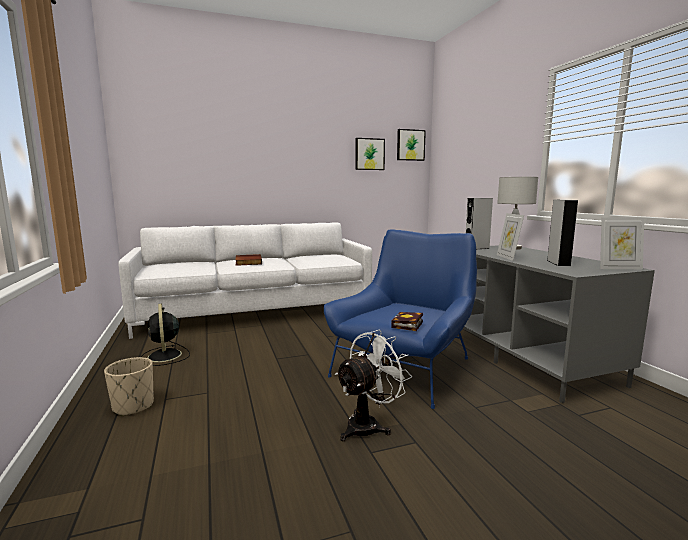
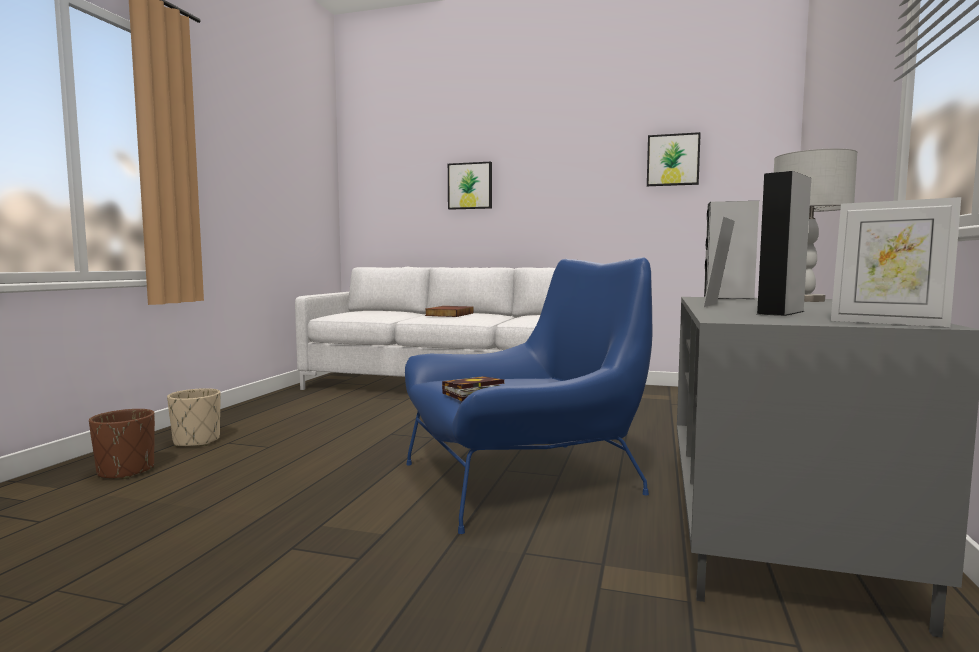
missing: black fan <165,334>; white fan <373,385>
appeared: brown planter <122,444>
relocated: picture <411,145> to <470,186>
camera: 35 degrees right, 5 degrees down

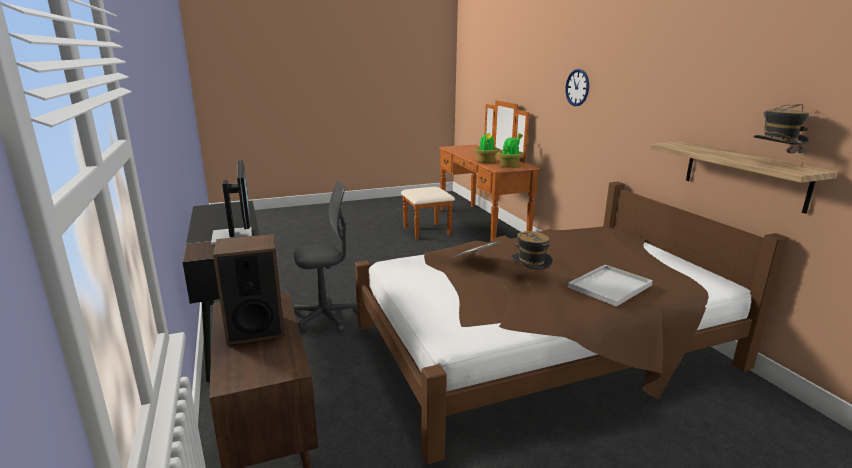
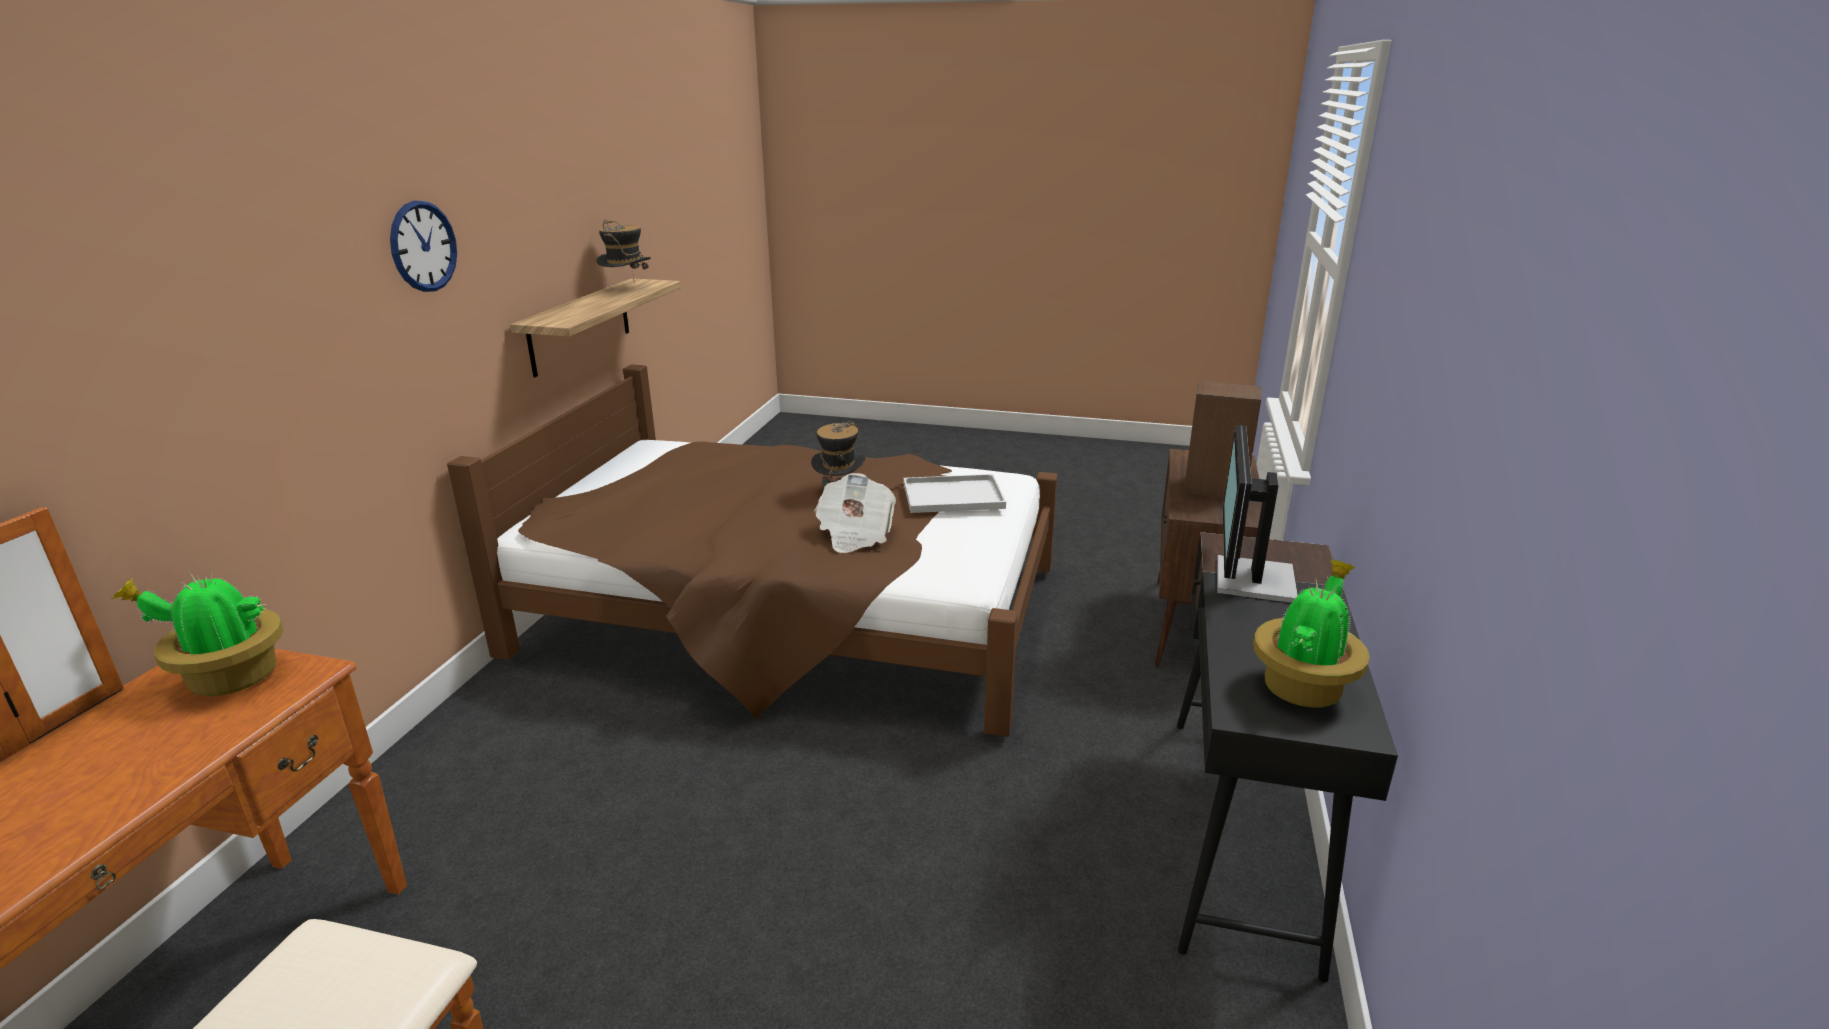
missing: grey office chair <325,257>
relocated: potted plant <487,147> to <1311,633>; wall clock <577,87> to <423,246>; white tray <610,286> to <954,493>
camera: 145 degrees left, 5 degrees up

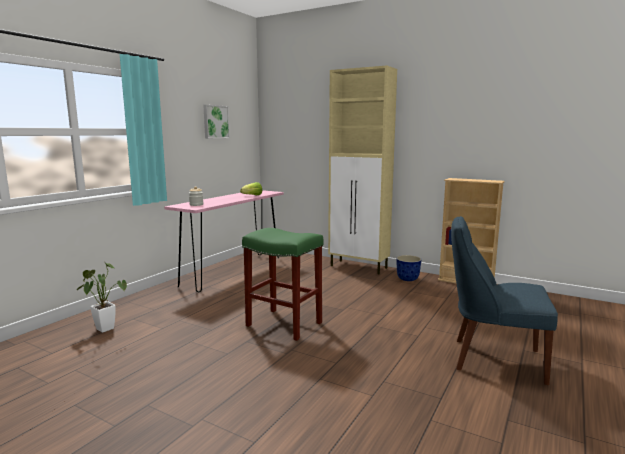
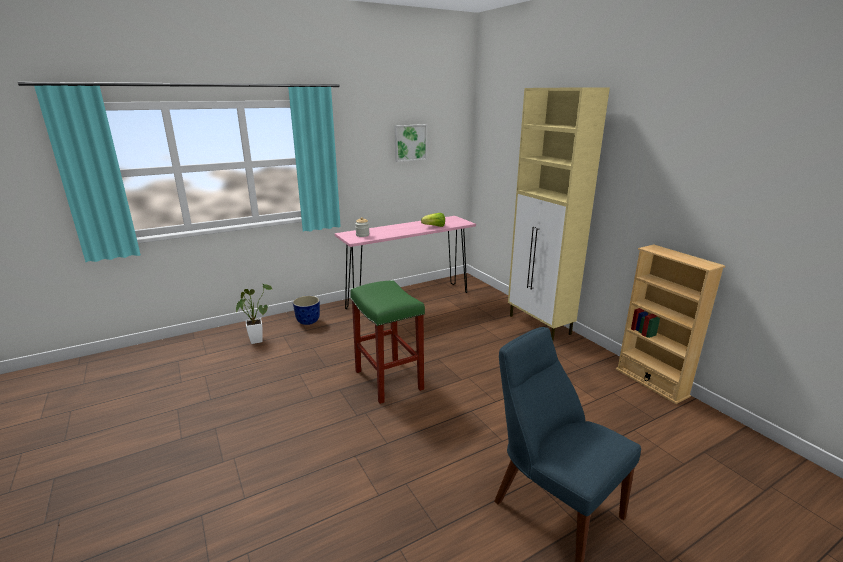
relocated: planter <409,268> to <306,310>
camera: 30 degrees right, 10 degrees up

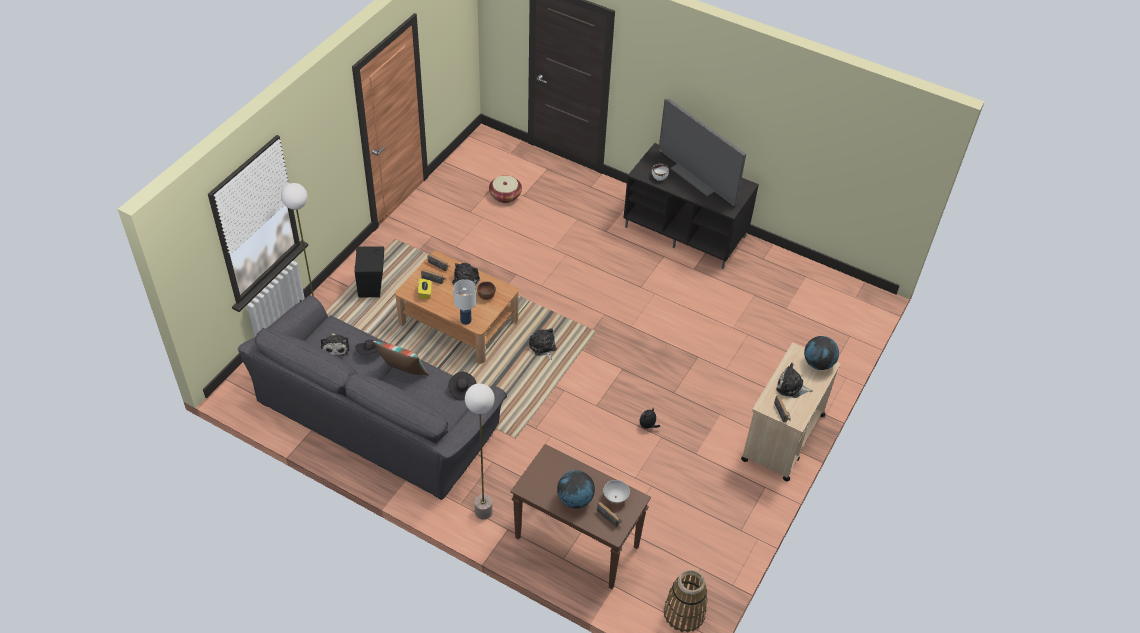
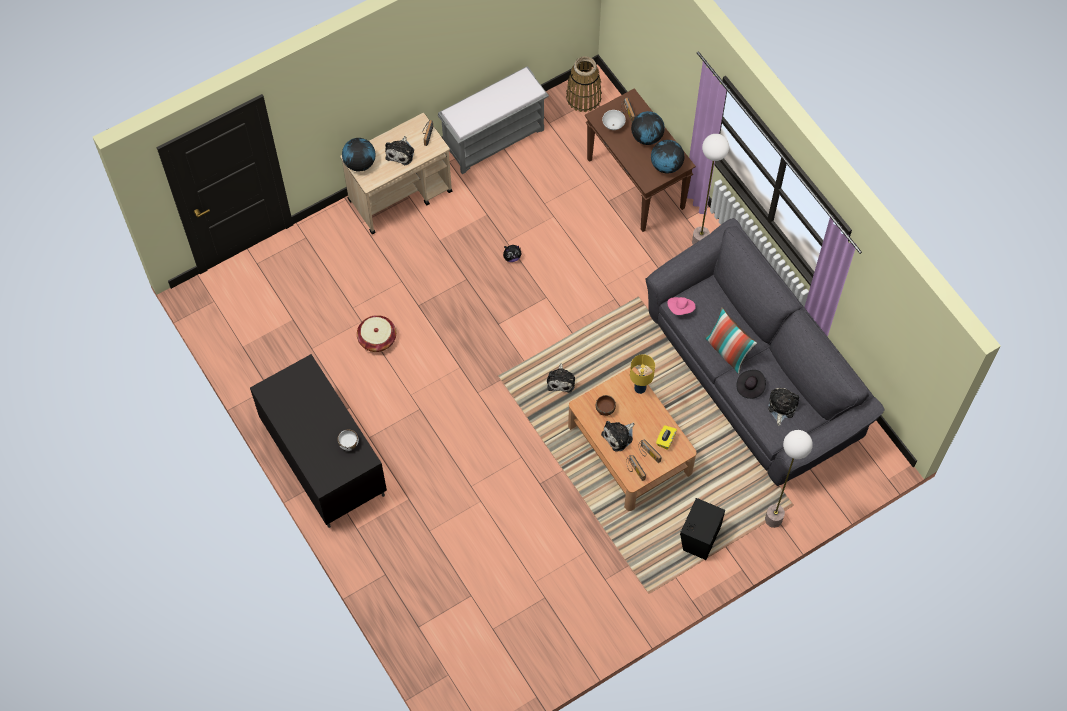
missing: television <702,152>
appeared: grey bench <493,120>; globe <667,157>
relocated: basket <505,189> to <376,333>
colour: black hat <462,386> to pink hat <681,306>; white table lamp <464,302> to yellow table lamp <642,374>
spun: plush toy <794,380> = <399,150> 60 degrees clockwise
camera: 150 degrees left, 15 degrees up

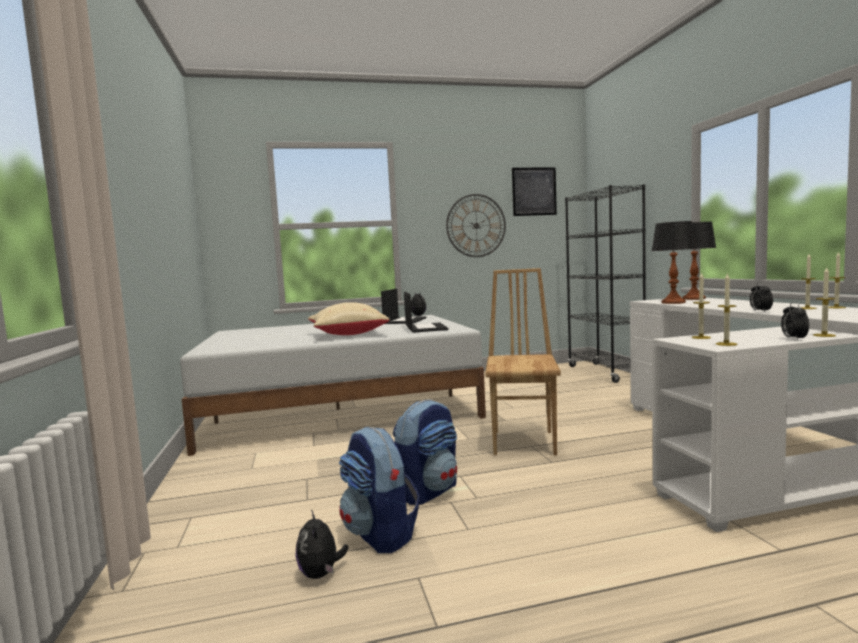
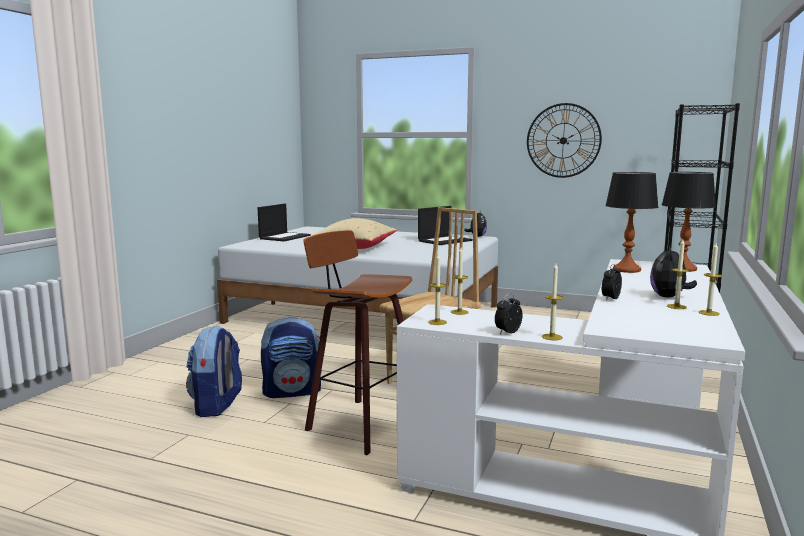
missing: picture <534,191>
appeared: stool <357,342>
relocated: plush toy <322,544> to <673,272>; laptop <426,312> to <284,222>
camera: 35 degrees right, 5 degrees up

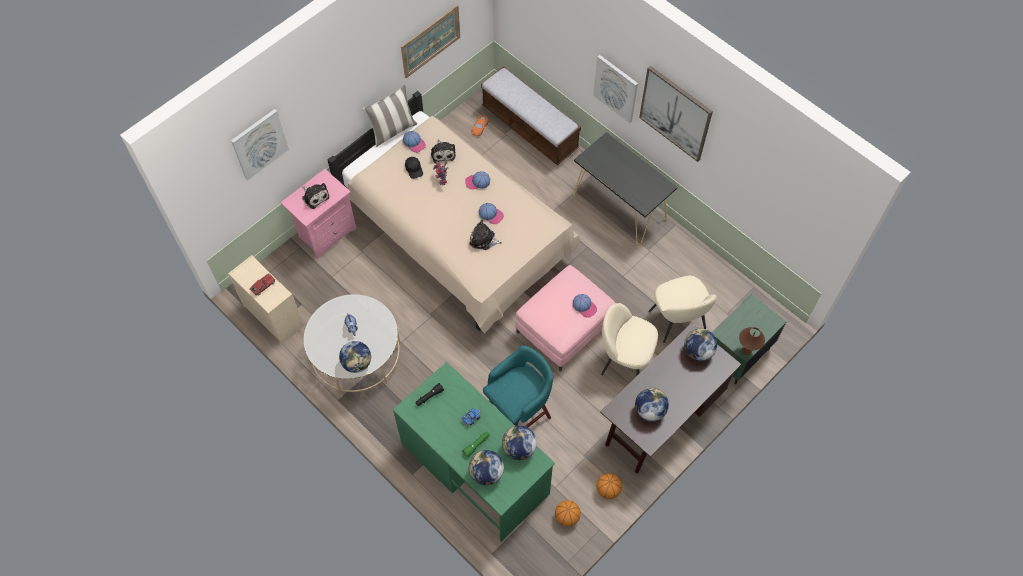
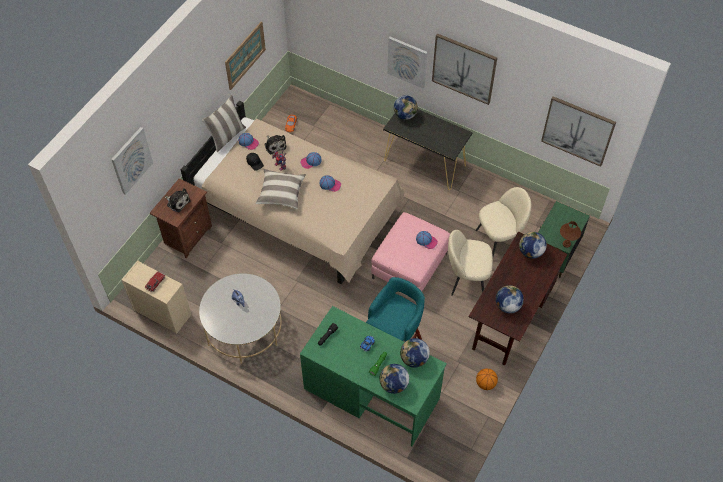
missing: plush toy <485,235>; bench <531,116>; basketball <568,513>
appeared: pillow <281,189>; picture <578,131>
relocated: globe <355,357> to <406,107>
colour: pink nightstand <318,214> to brown nightstand <181,218>
spun: beige chair <682,309> = <503,221> 75 degrees counterclockwise
camera: 15 degrees left, 5 degrees down

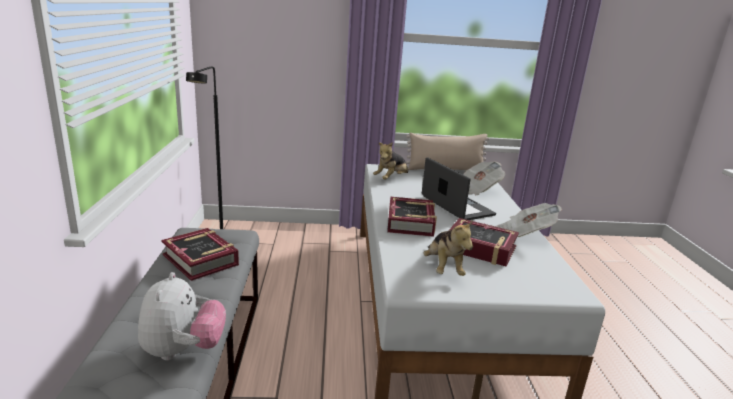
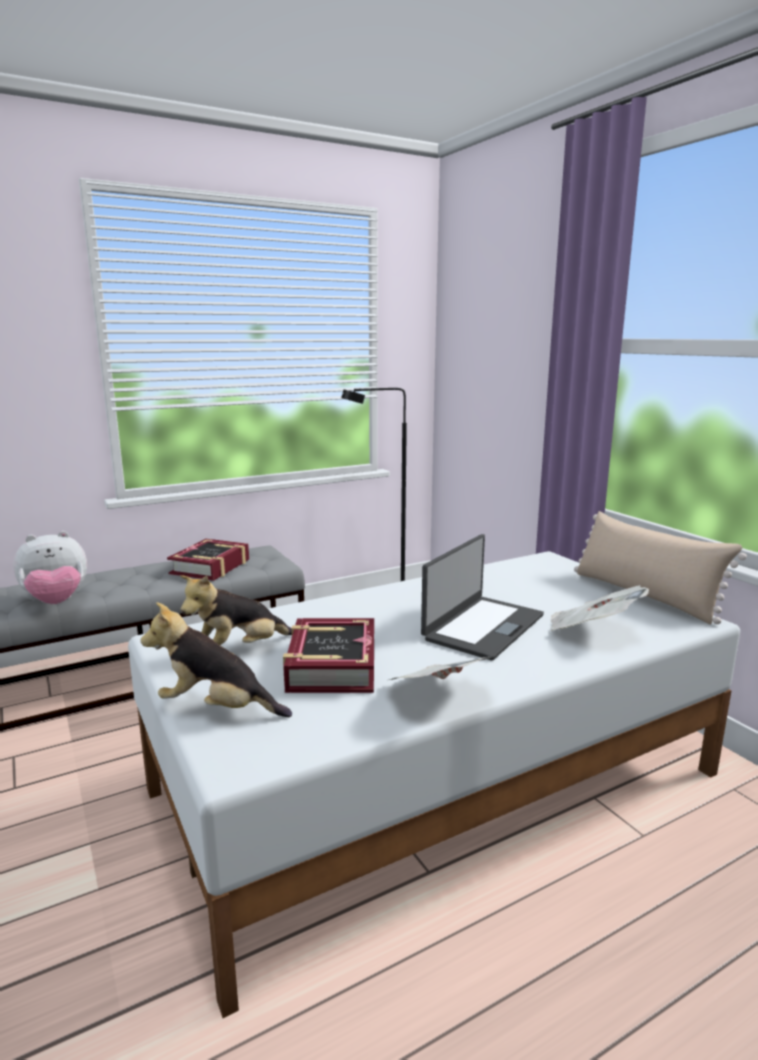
missing: book <412,217>
relocated: plush toy <390,161> to <216,659>
camera: 65 degrees right, 5 degrees down

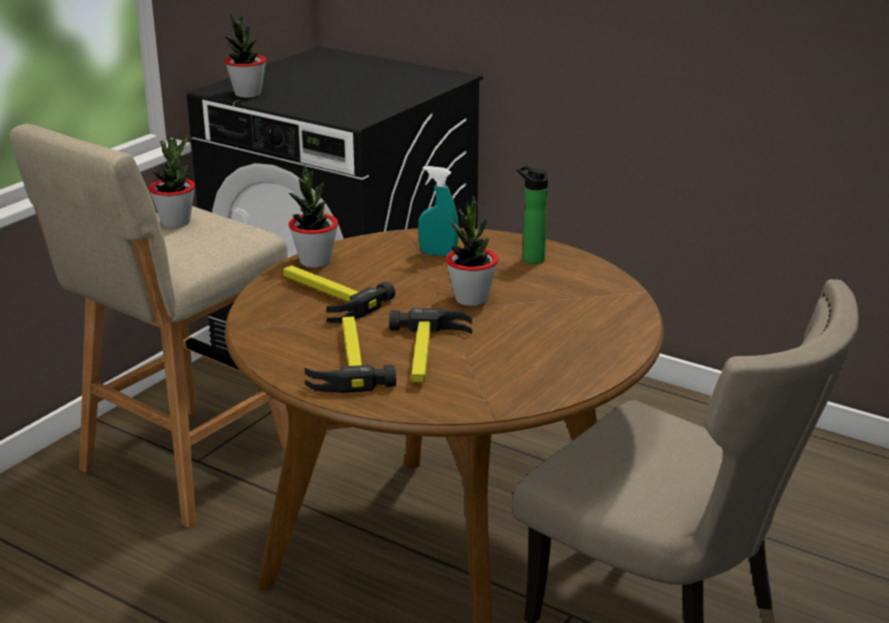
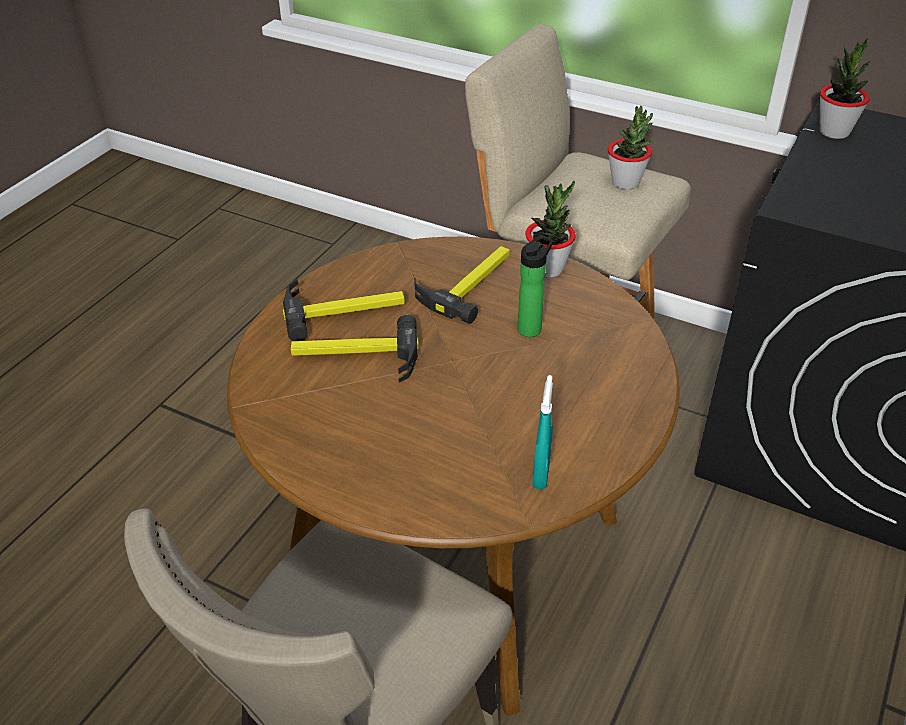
missing: potted plant <471,251>
relocated: turquoise spray bottle <438,211> to <542,432>; bottle <532,215> to <535,286>
camera: 85 degrees right, 15 degrees up

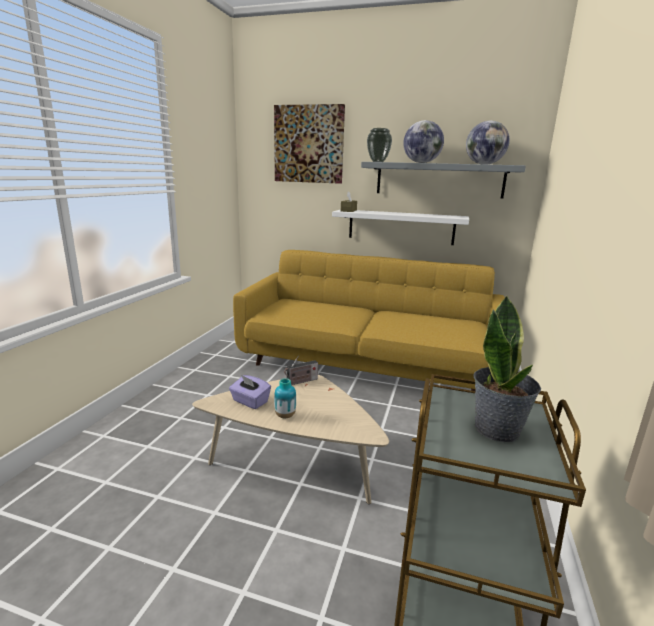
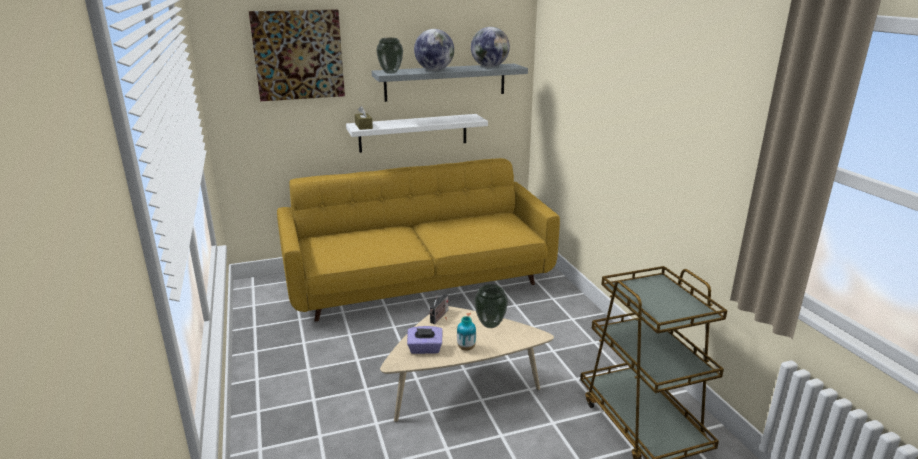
missing: potted plant <507,368>
appeared: vase <491,306>
camera: 35 degrees left, 5 degrees up

